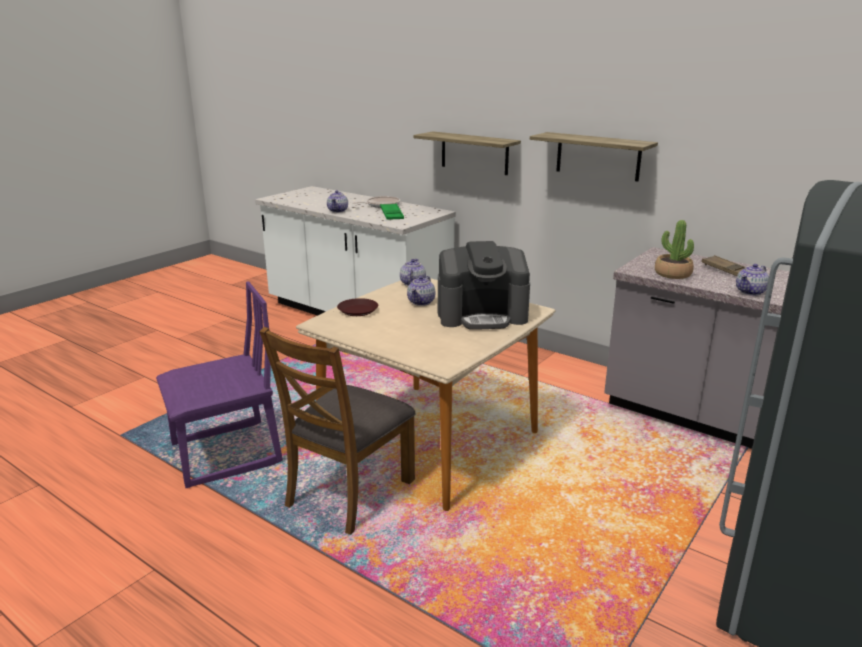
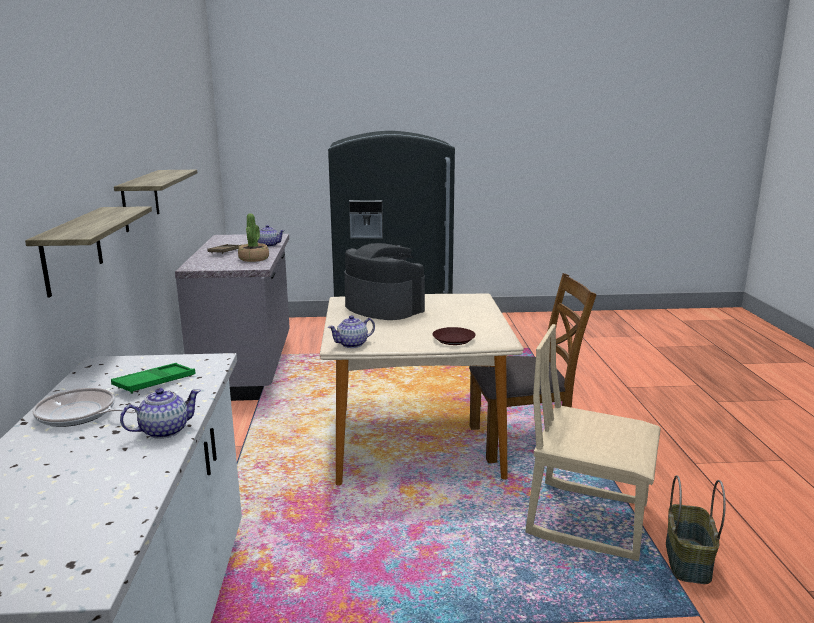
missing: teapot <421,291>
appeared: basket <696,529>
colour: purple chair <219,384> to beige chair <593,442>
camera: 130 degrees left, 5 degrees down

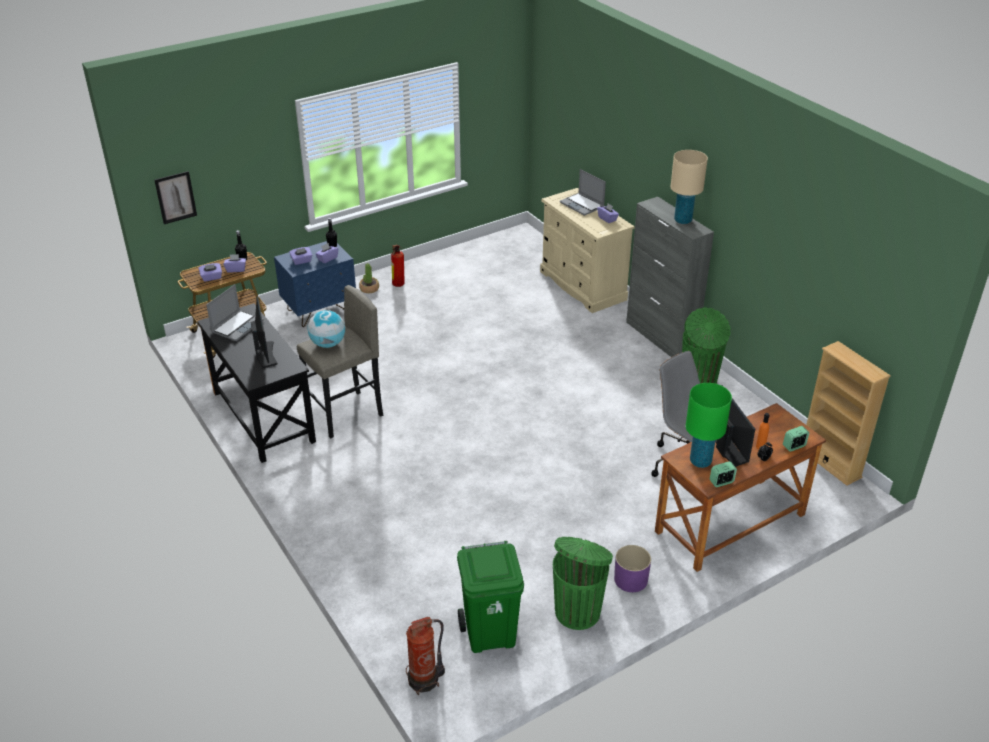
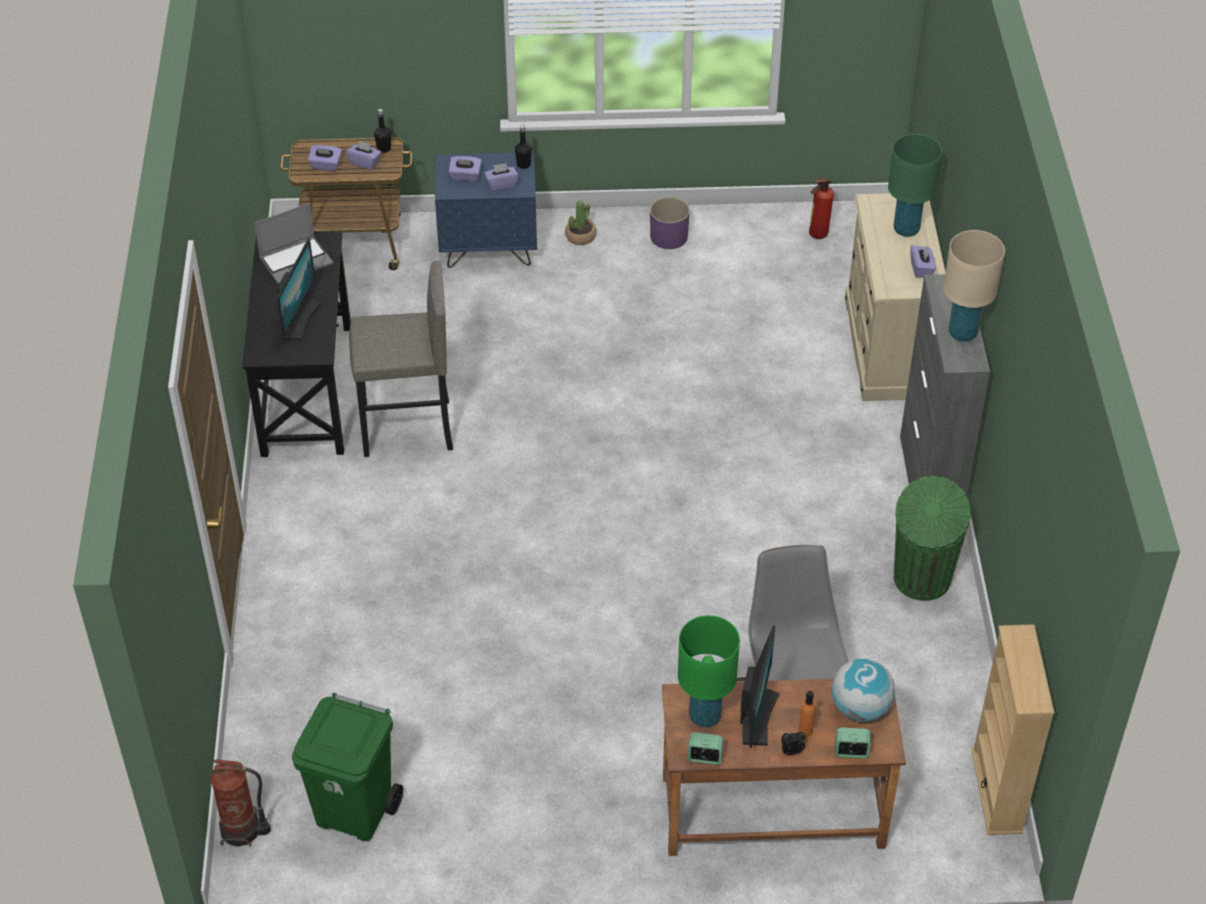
missing: picture <175,197>; green trash can <583,583>
relocated: globe <326,329> to <863,690>; fire extinguisher <398,266> to <821,209>; purple planter <632,568> to <670,223>
exchanged: laptop <583,192> to green table lamp <915,185>
camera: 30 degrees right, 10 degrees up

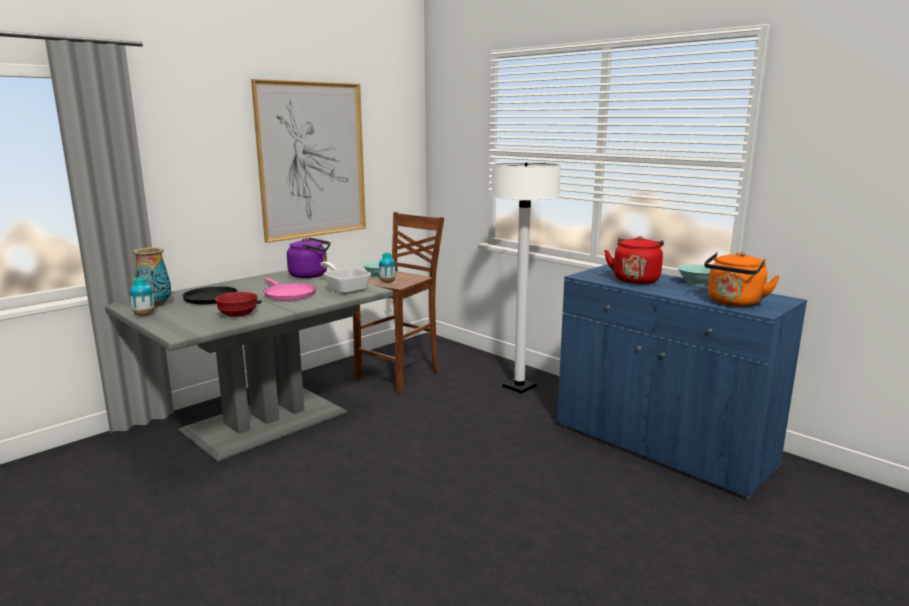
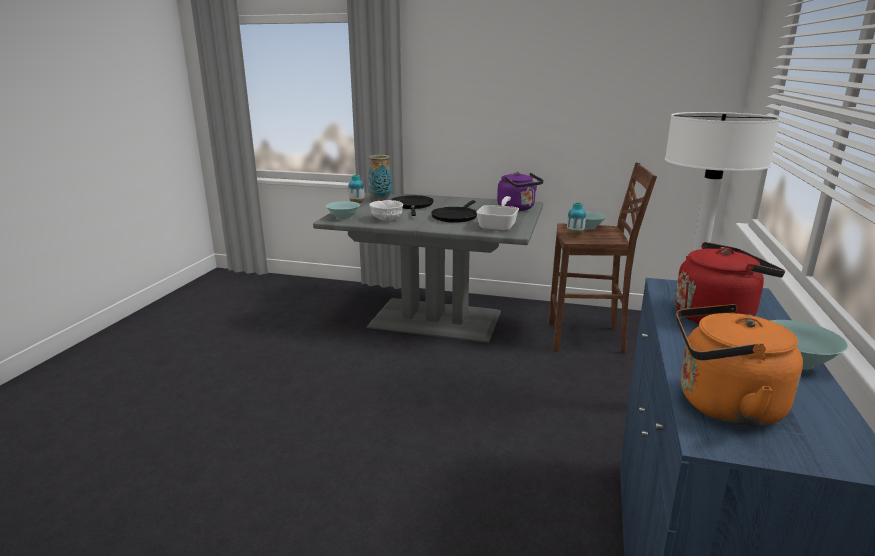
missing: picture <308,161>
appeared: turquoise bowl <343,210>
colour: red bowl <236,304> to white bowl <386,210>; pink frying pan <289,289> to black frying pan <454,211>
camera: 60 degrees right, 5 degrees up

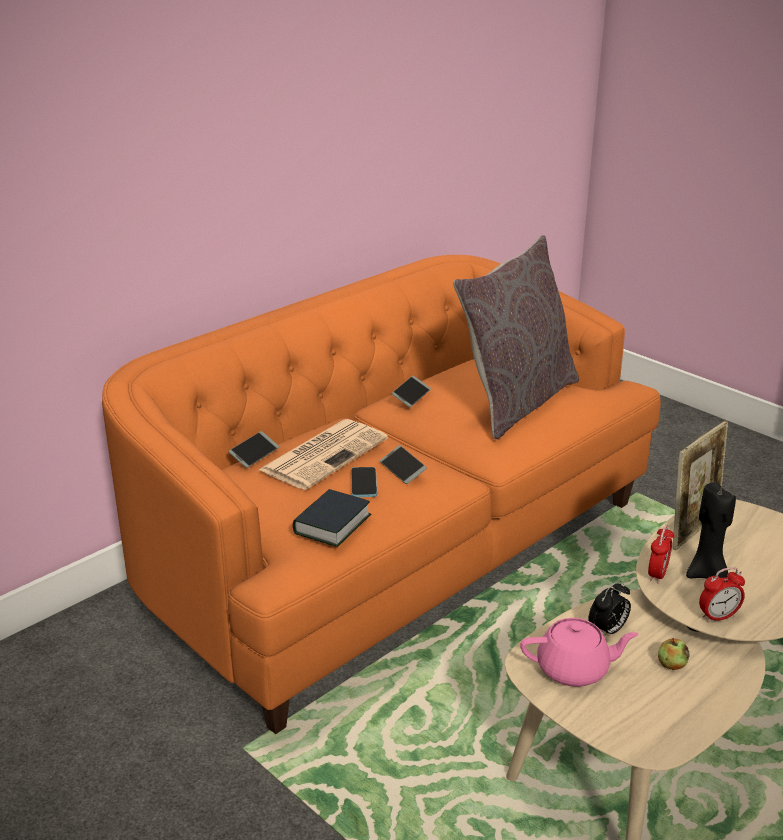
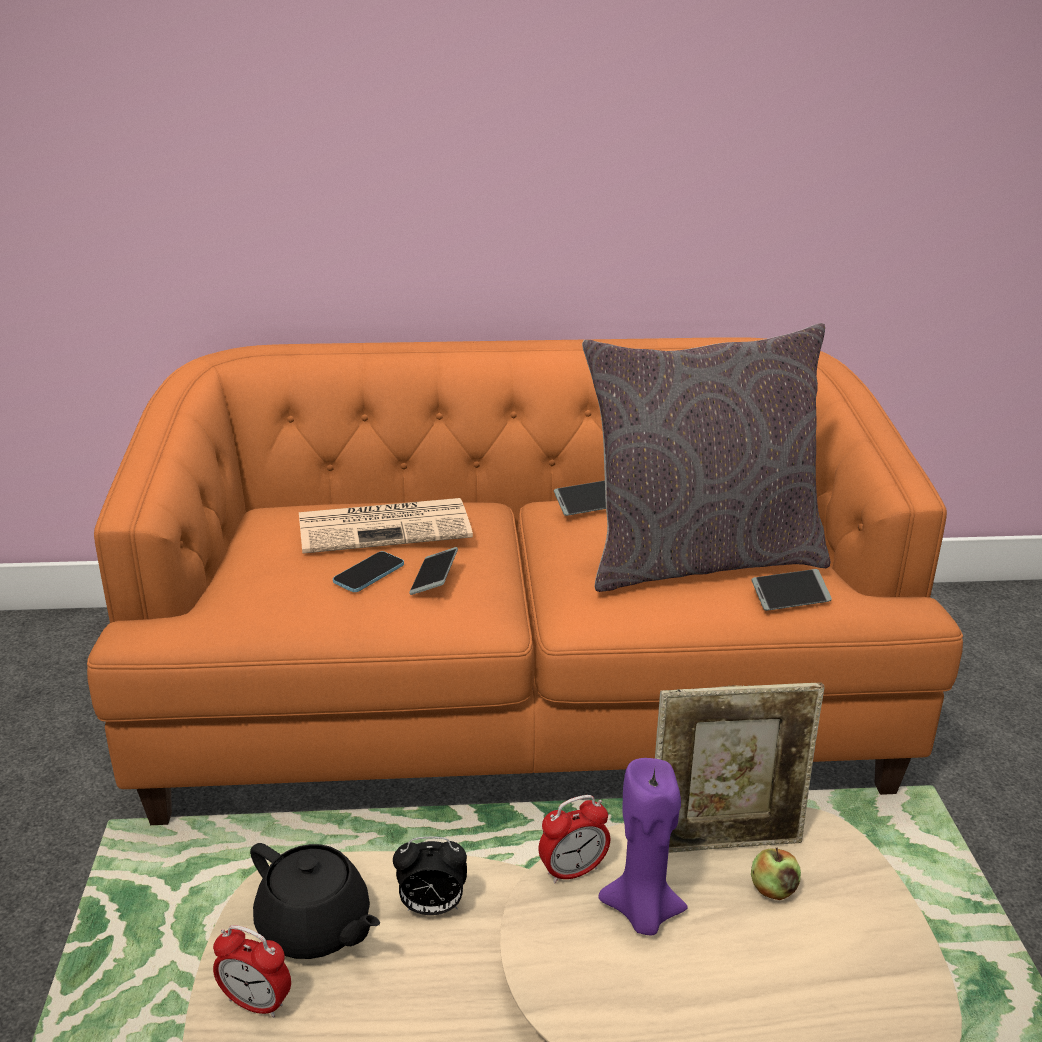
missing: book <332,518>
relocated: phone <254,449> to <791,590>; apple <673,654> to <776,874>; alarm clock <722,595> to <252,971>
colour: pink teapot <579,652> to black teapot <315,901>; black candle <711,530> to purple candle <643,847>
camera: 40 degrees right, 0 degrees up

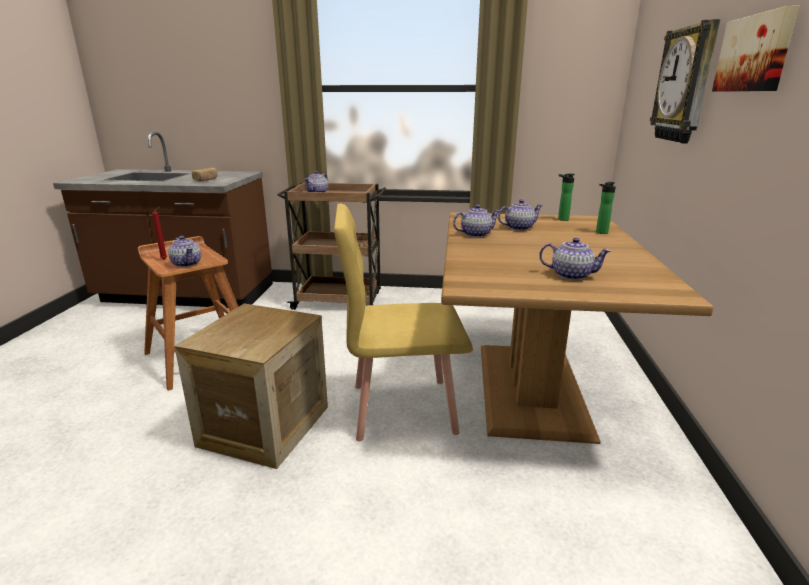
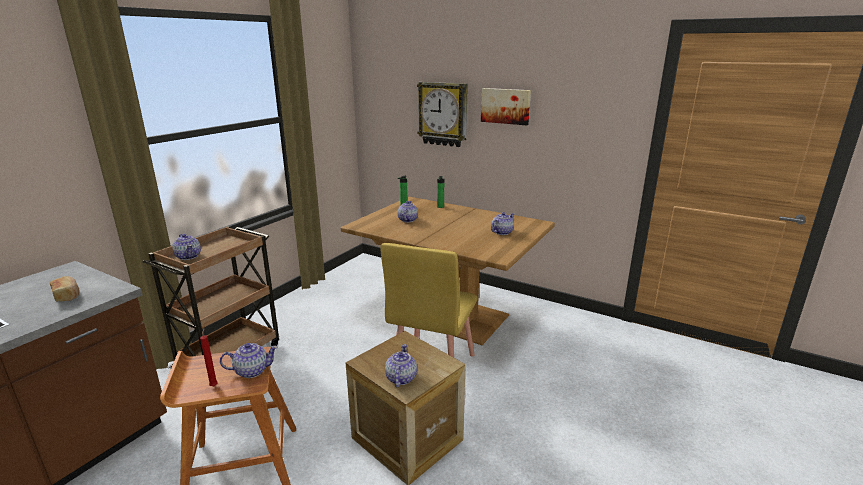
relocated: teapot <476,220> to <401,365>
camera: 65 degrees left, 0 degrees up

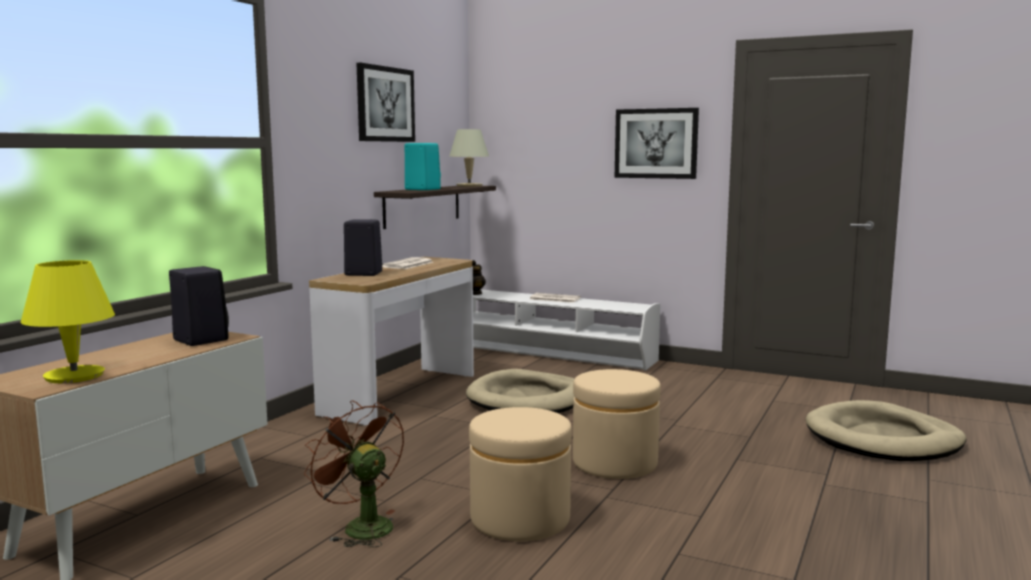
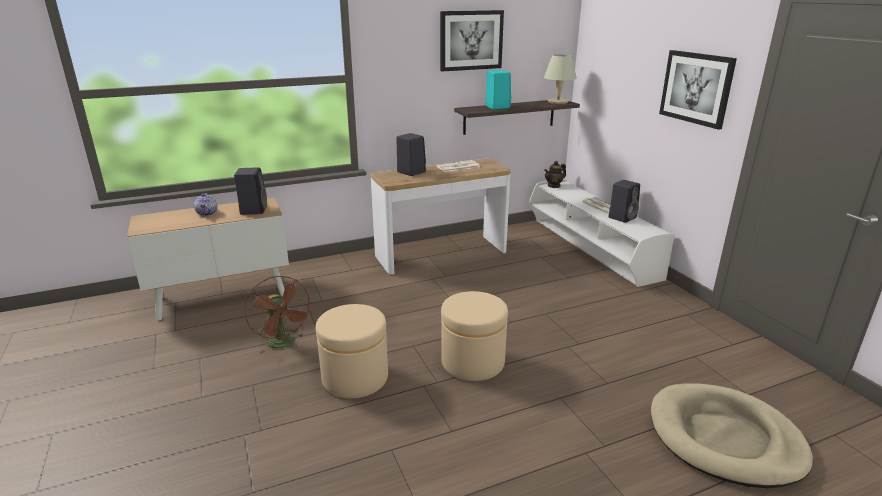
missing: yellow table lamp <68,321>; beige dog bed <520,391>
appeared: teapot <205,204>; black speaker <624,201>
spun: brown fan <354,473> = <278,315> 150 degrees clockwise
camera: 40 degrees right, 15 degrees up

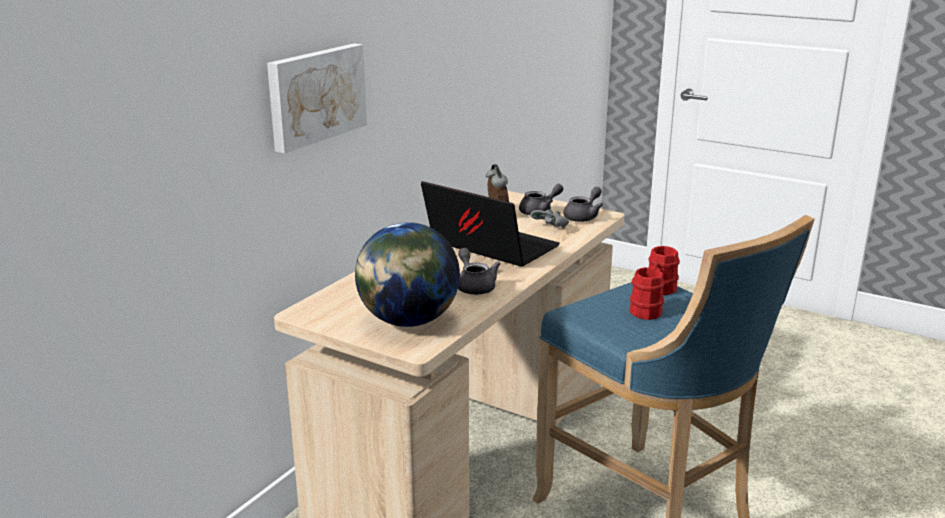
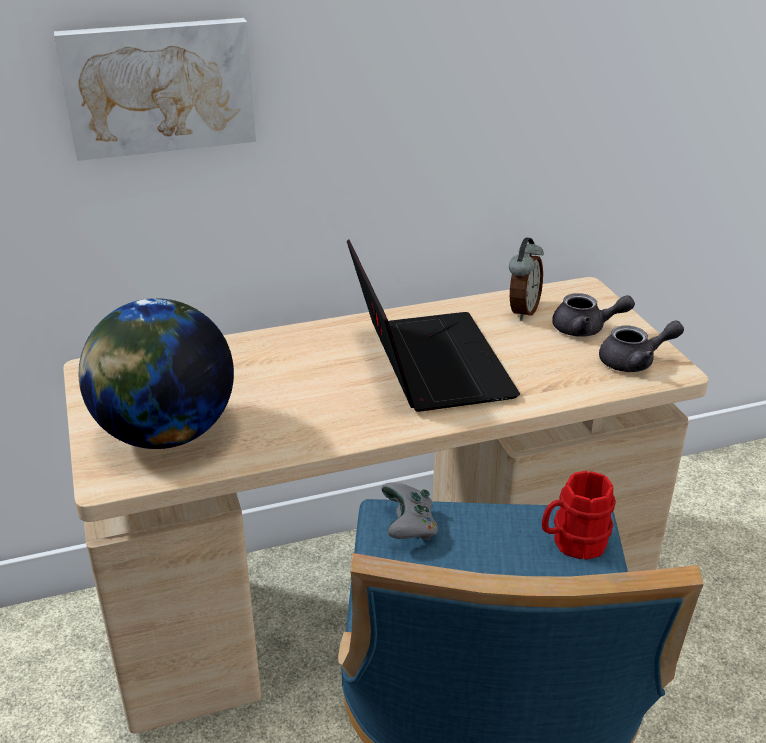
missing: grey teapot <479,271>; red mug <647,293>
relocated: grey game controller <549,219> to <409,511>
camera: 40 degrees right, 10 degrees up

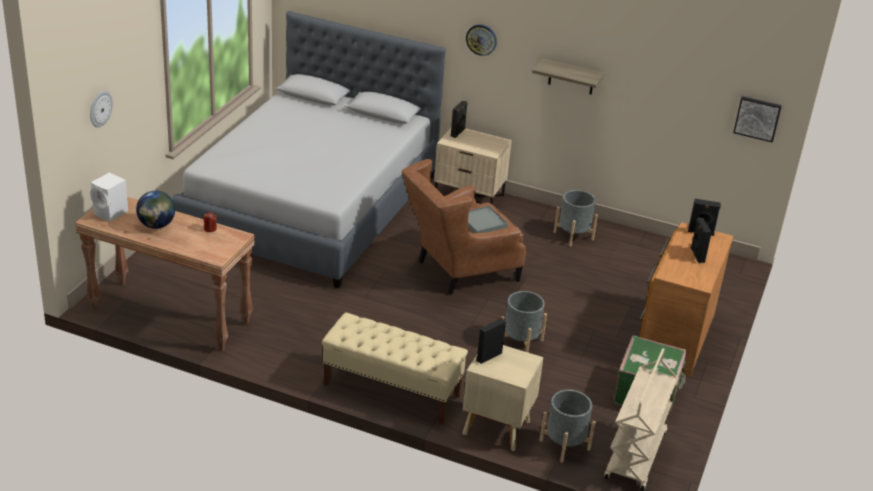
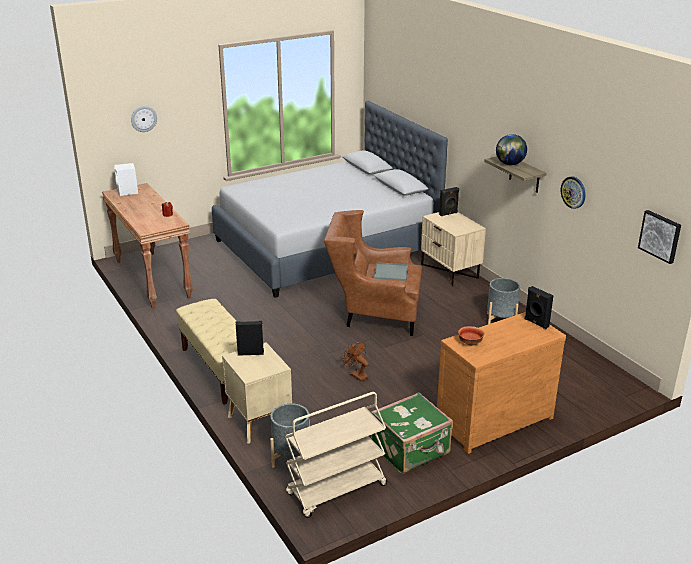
missing: black speaker <701,240>
appeared: bowl <471,336>
relocated: globe <155,210> to <511,149>; wall clock <481,40> to <573,192>
exchanged: grey planter <524,321> to brown fan <356,362>
camera: 40 degrees right, 5 degrees down

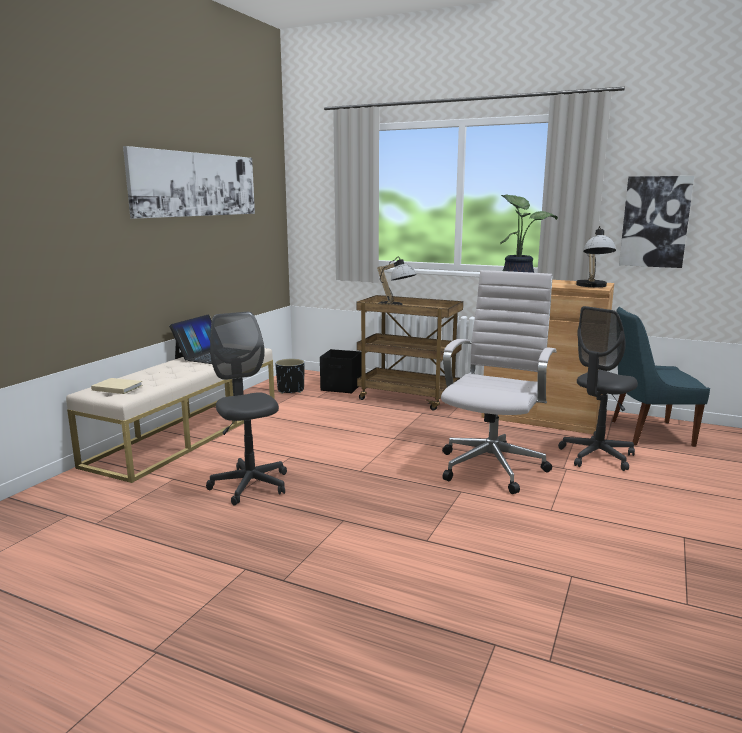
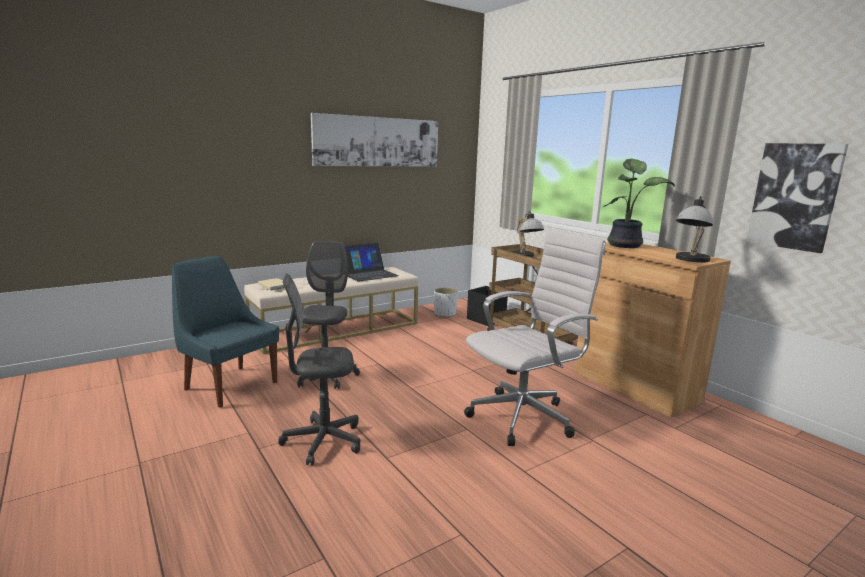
relocated: grey office chair <598,388> to <319,369>; blue chair <661,377> to <225,331>
colour: black planter <290,376> to white planter <446,302>
camera: 30 degrees right, 0 degrees up

